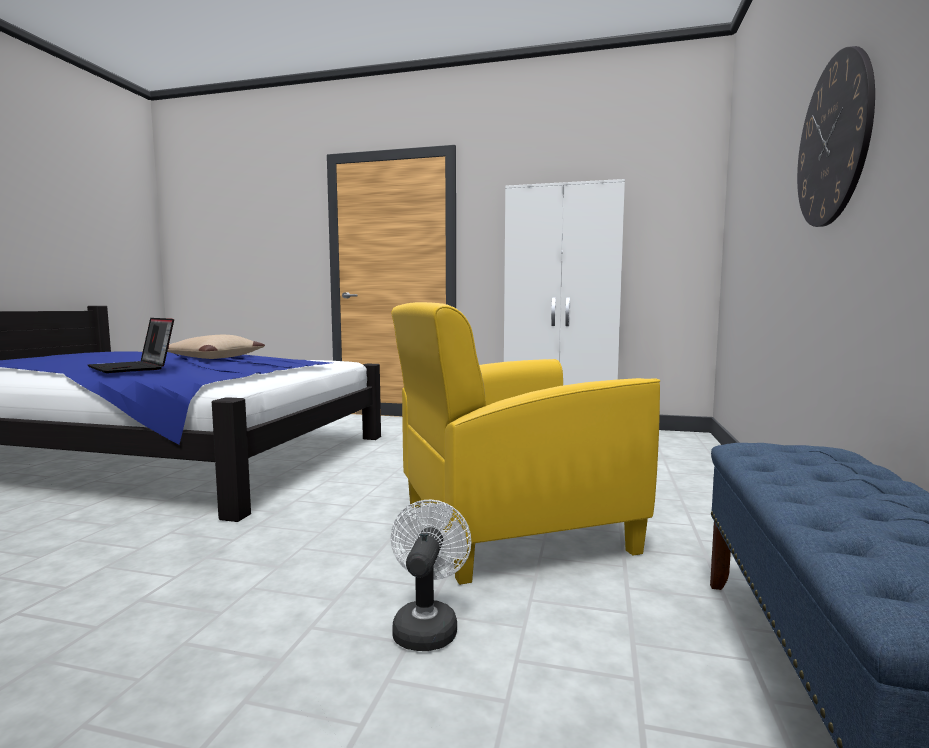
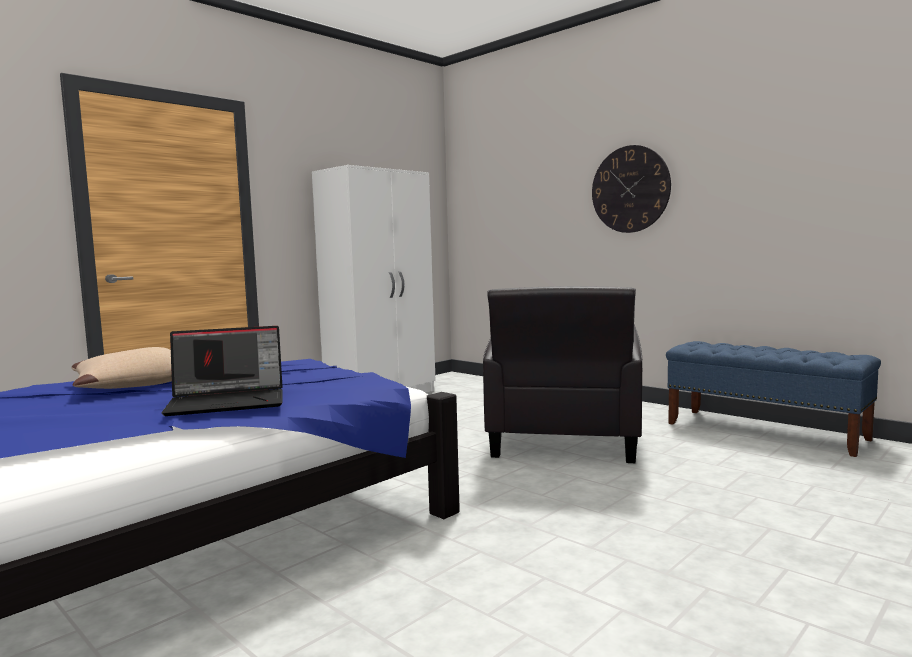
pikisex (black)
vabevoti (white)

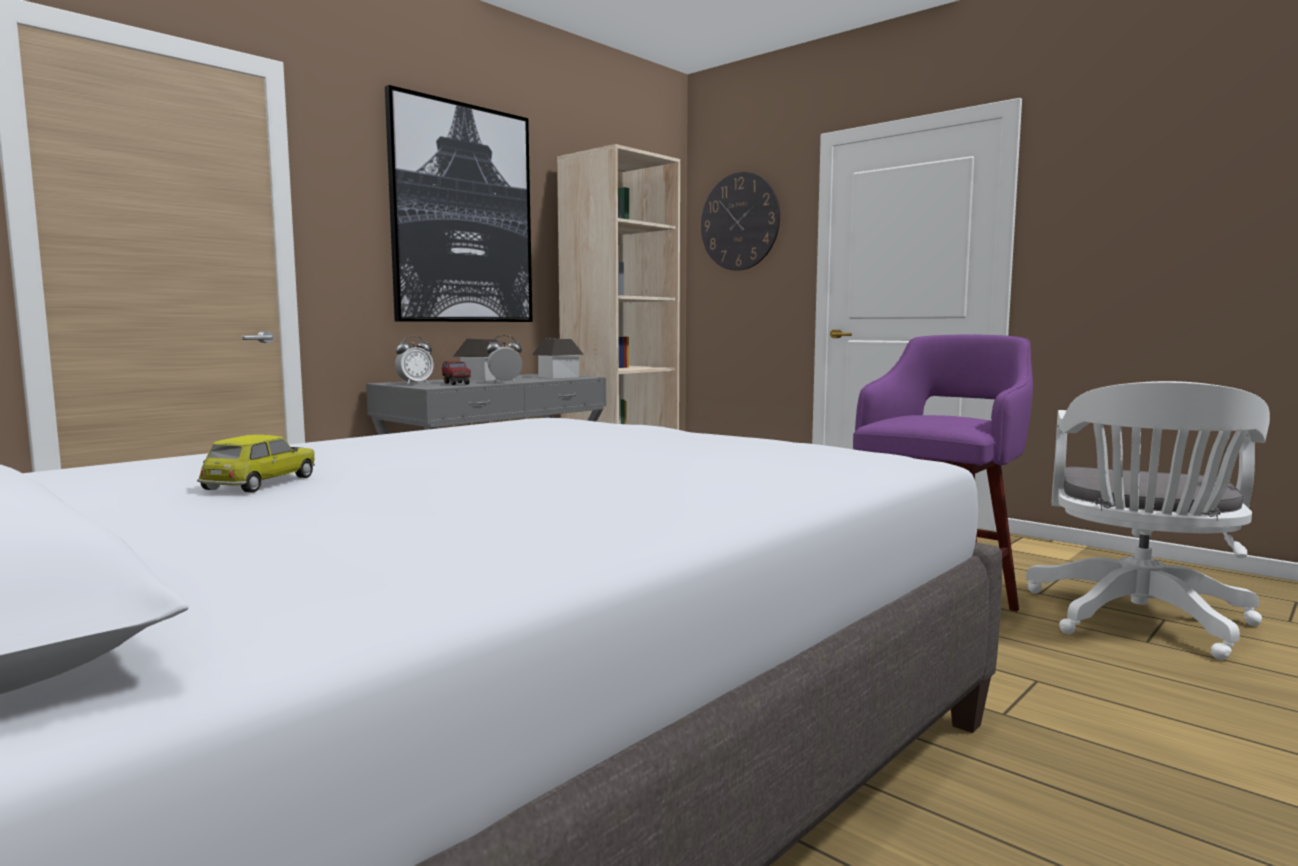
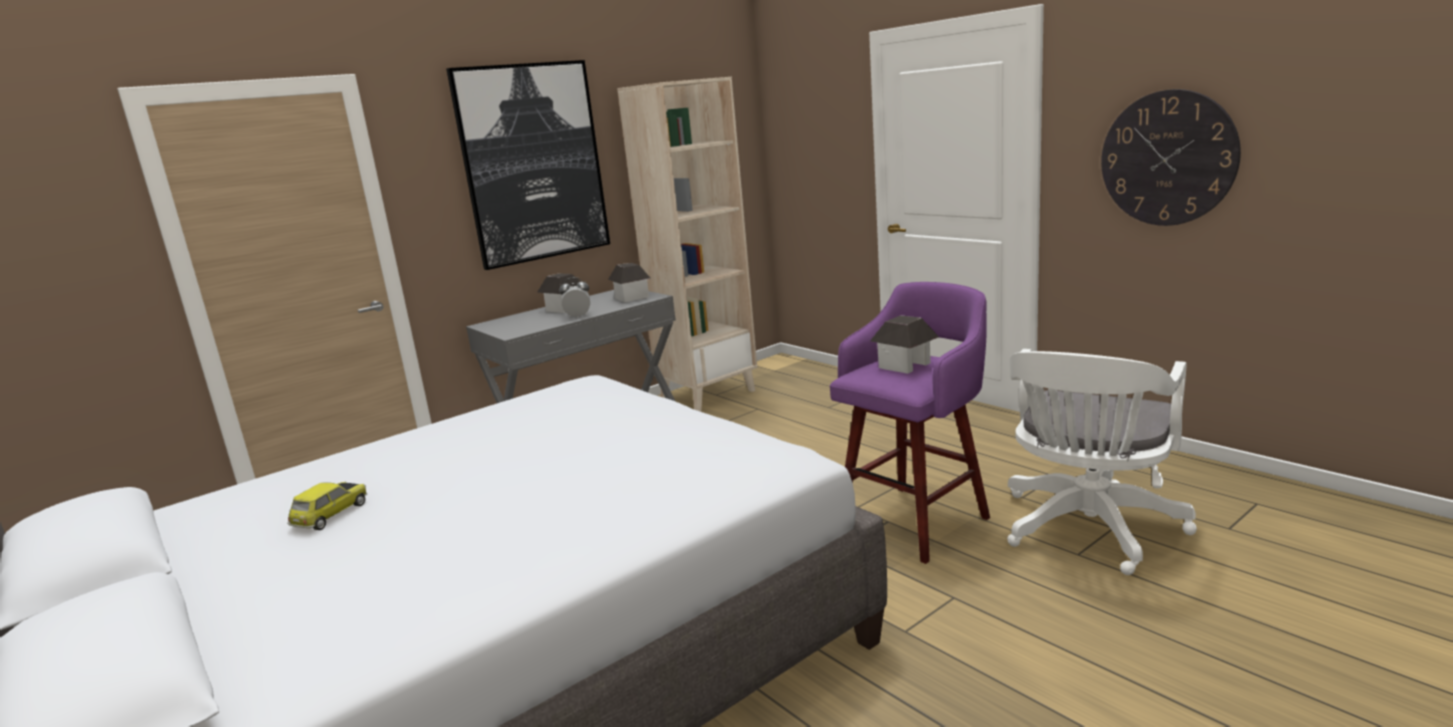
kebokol
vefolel (1st from left in the first image)
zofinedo
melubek (3rd from left)

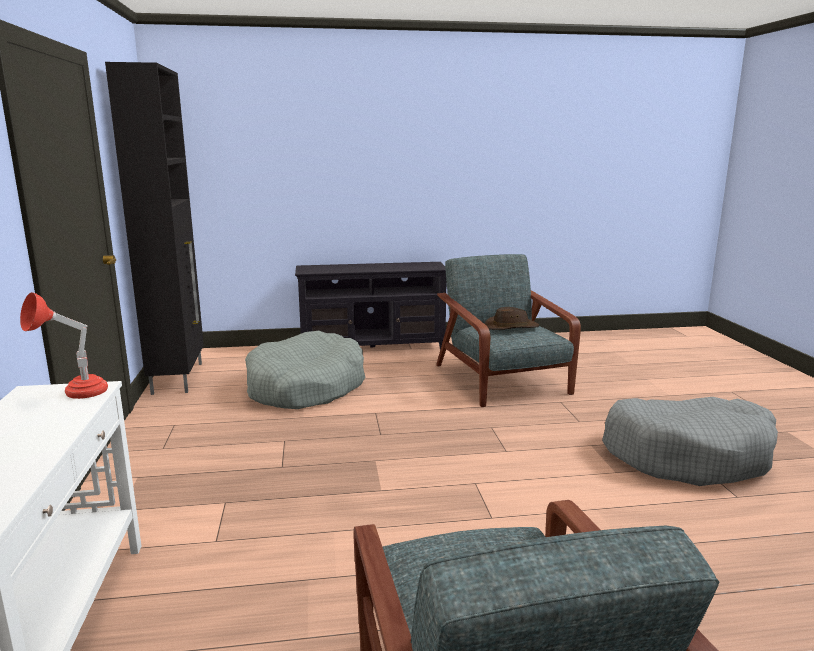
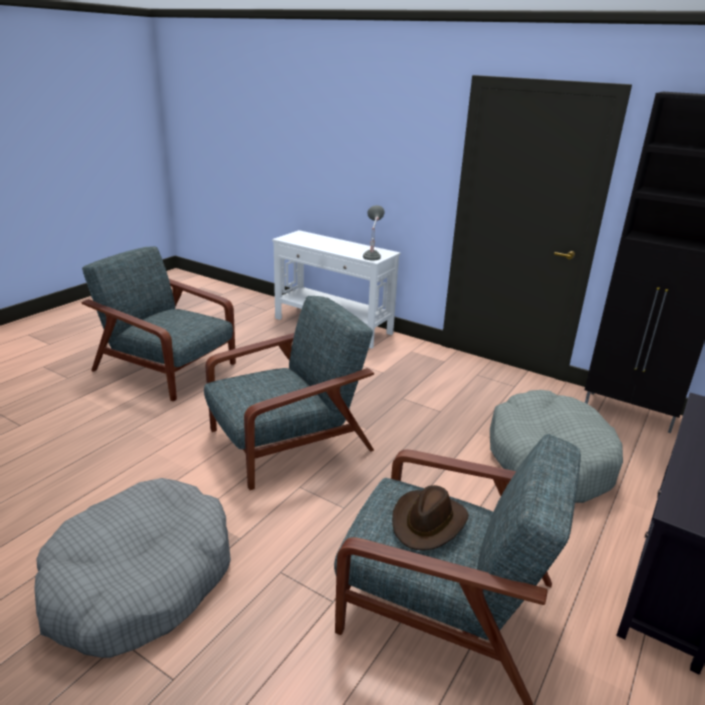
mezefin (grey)
pikisex (grey) (2nd from left)

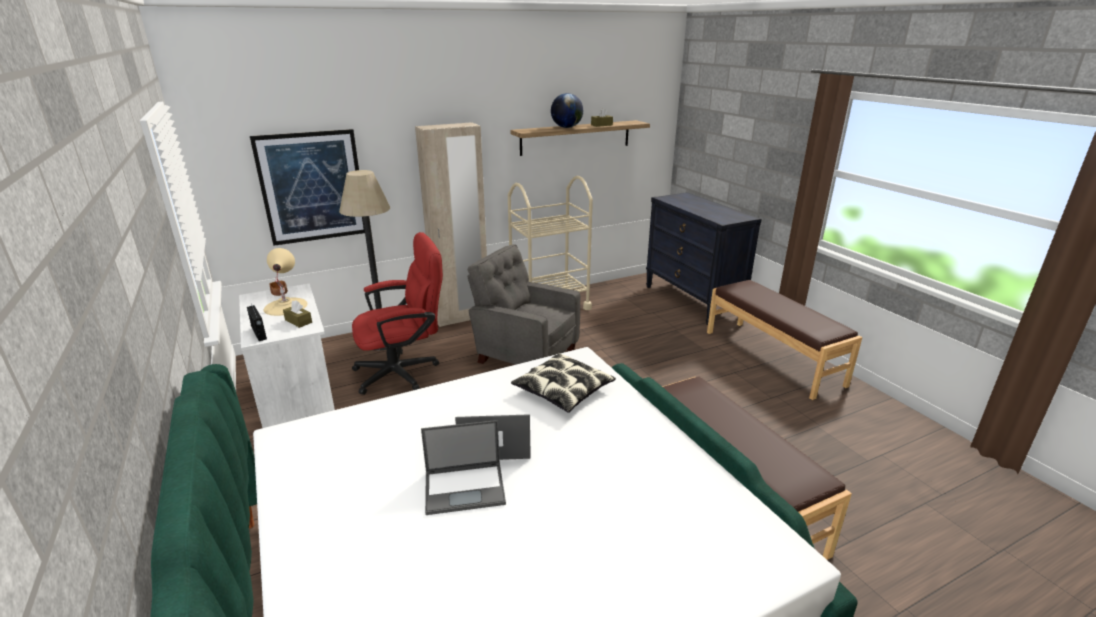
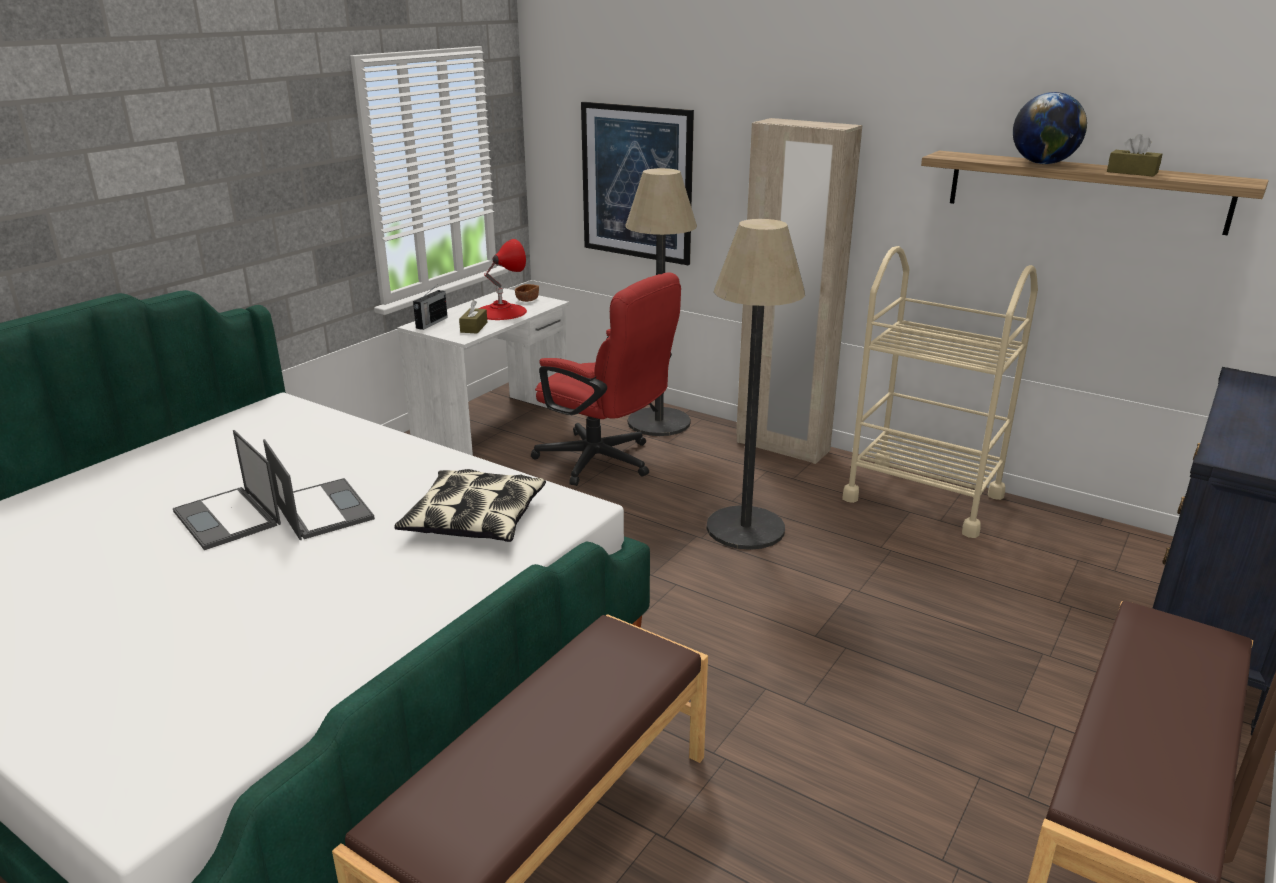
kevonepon (2nd from left)
mezefin (red)

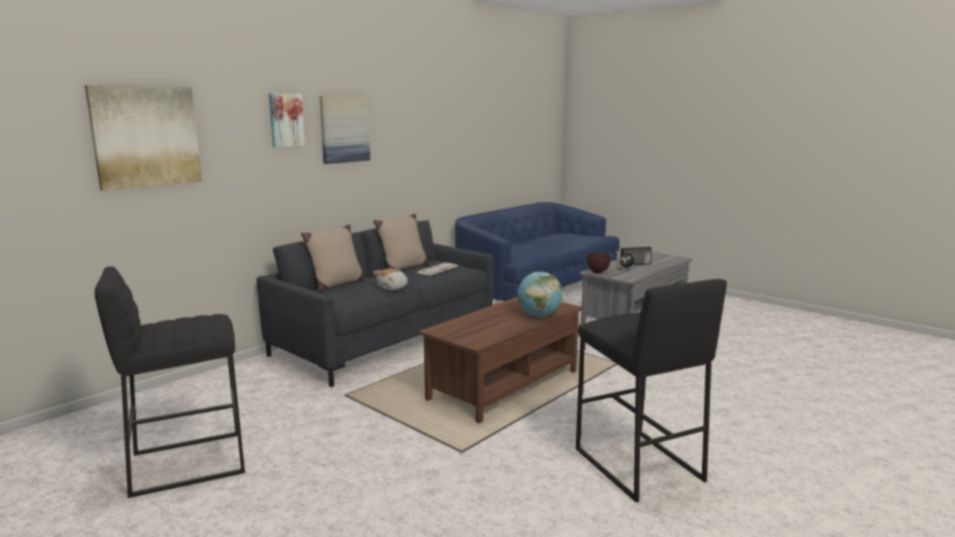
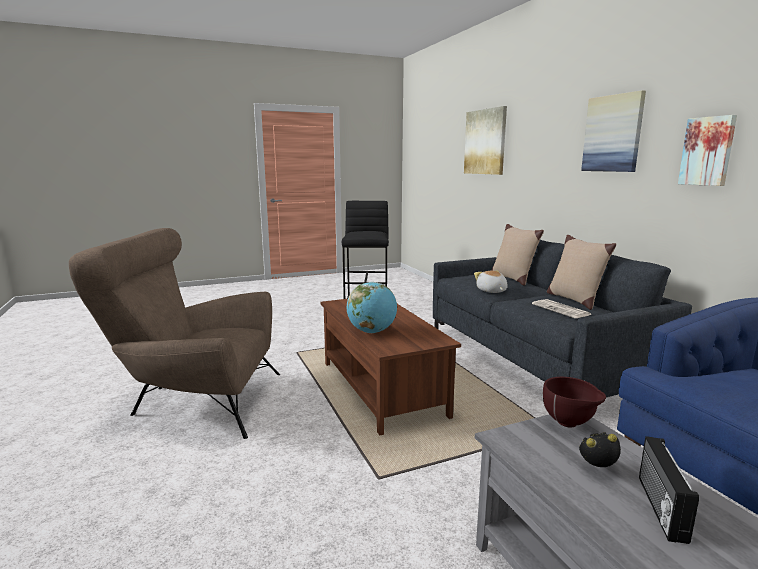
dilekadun (3rd from left)
pikisex (brown)

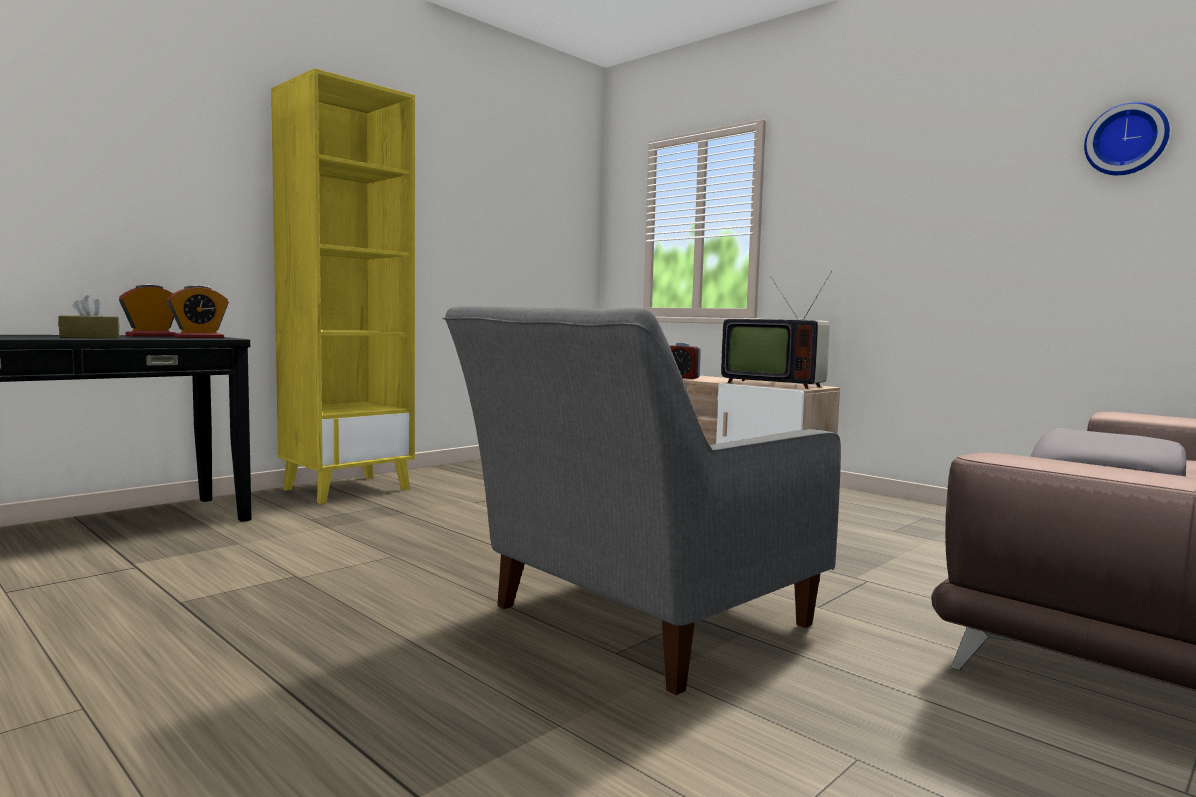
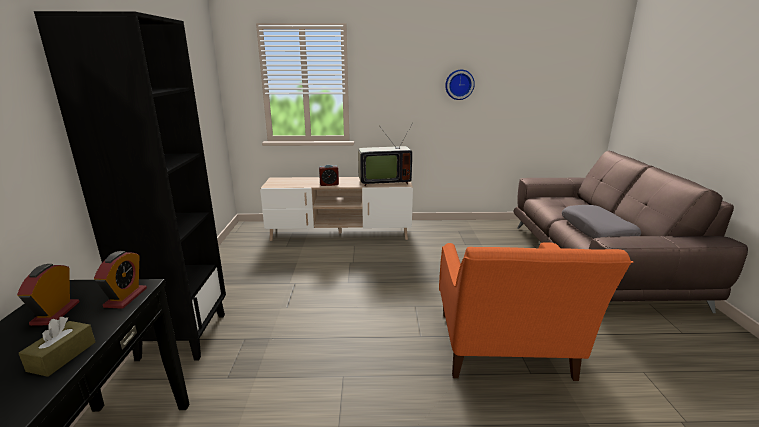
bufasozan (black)
kebokol
pikisex (orange)

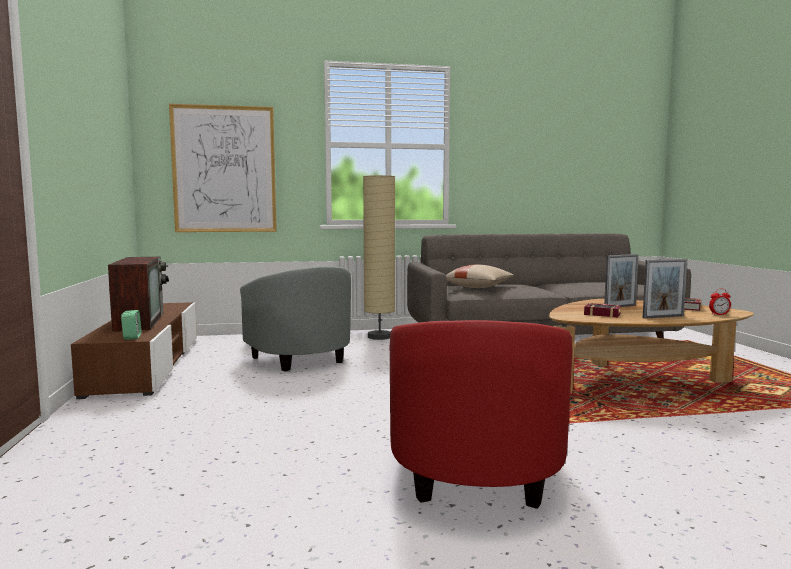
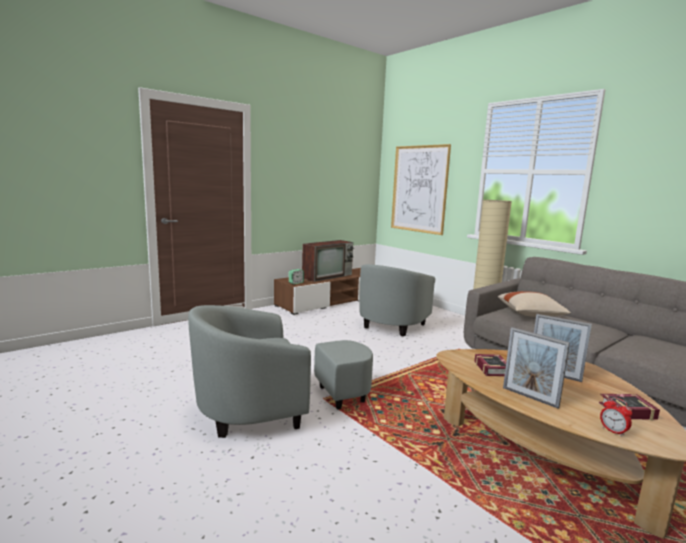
pikisex (grey) (1st from left)

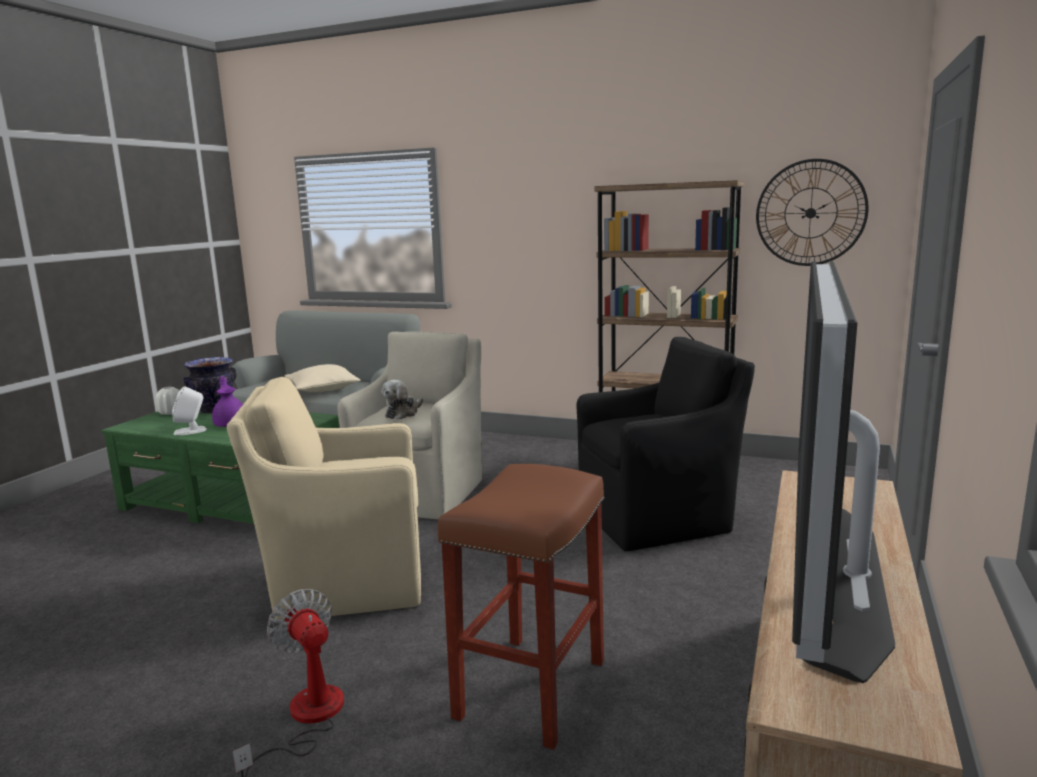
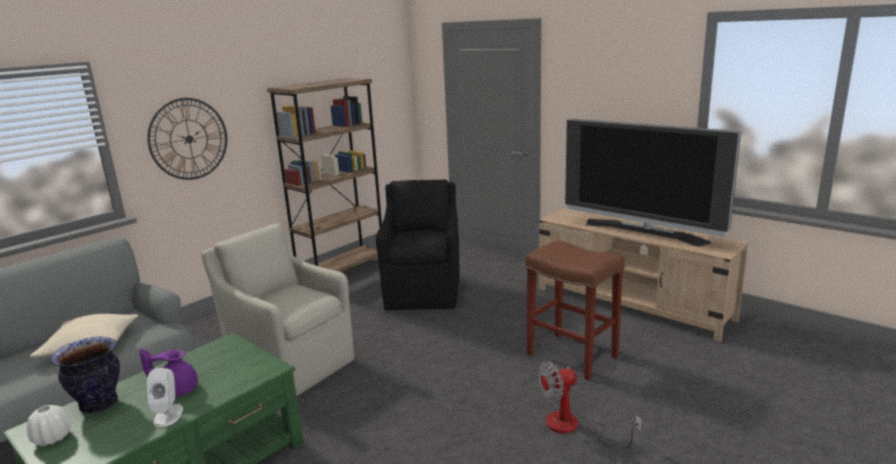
kebokol
pikisex (beige) (1st from left in the first image)
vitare

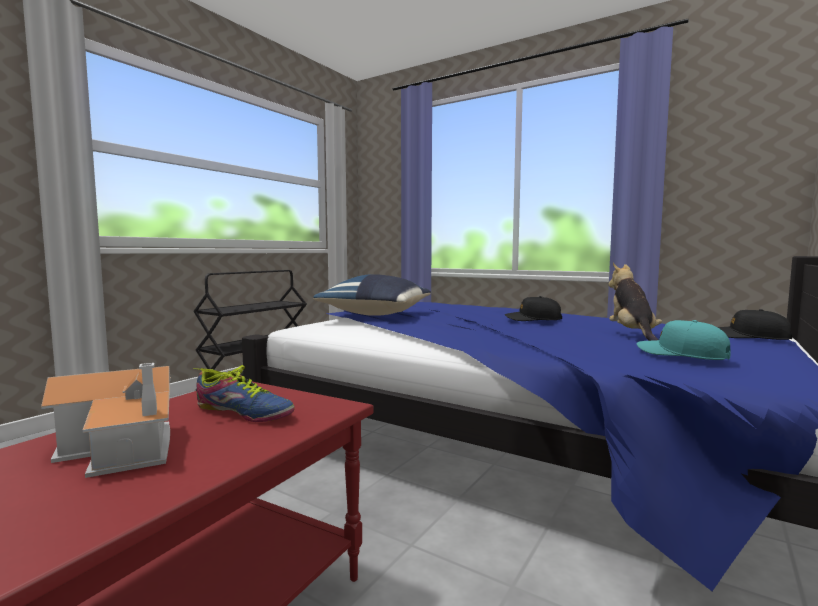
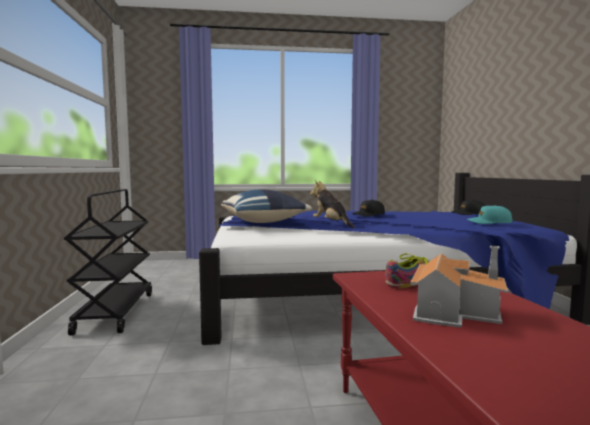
vitare

